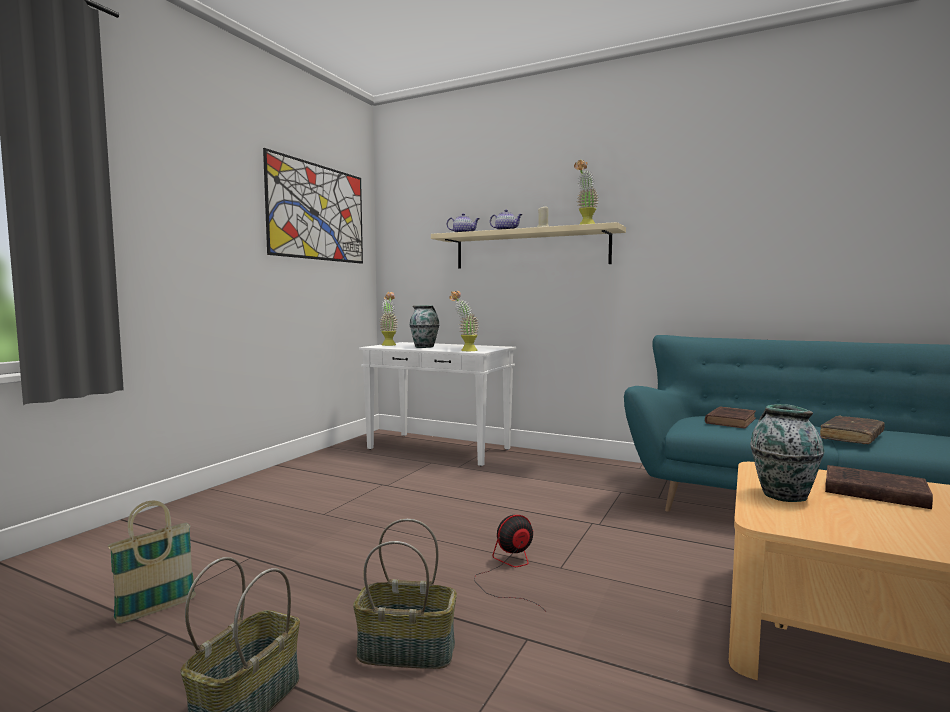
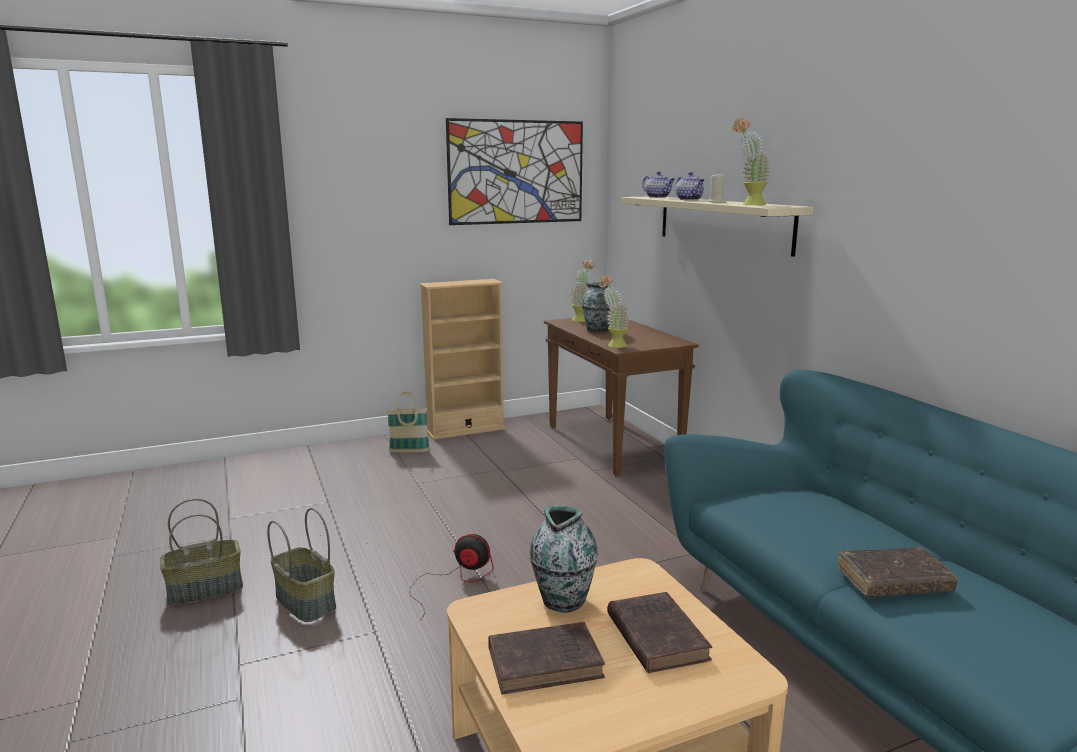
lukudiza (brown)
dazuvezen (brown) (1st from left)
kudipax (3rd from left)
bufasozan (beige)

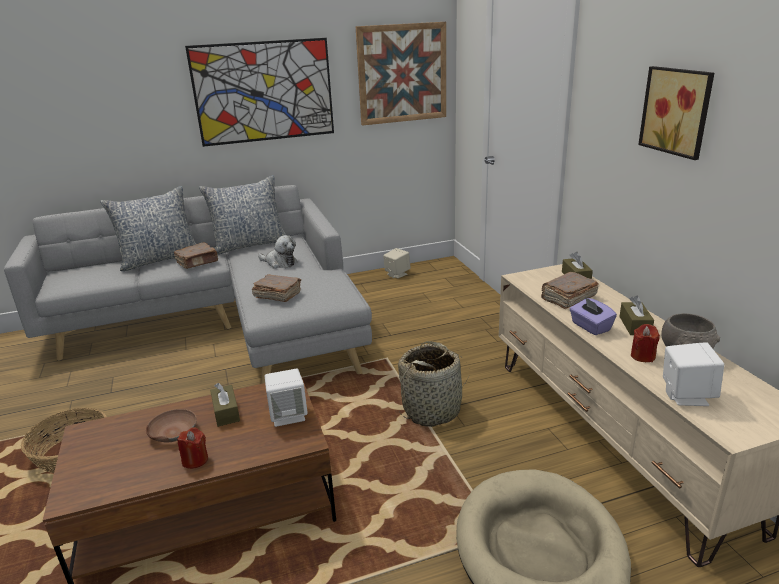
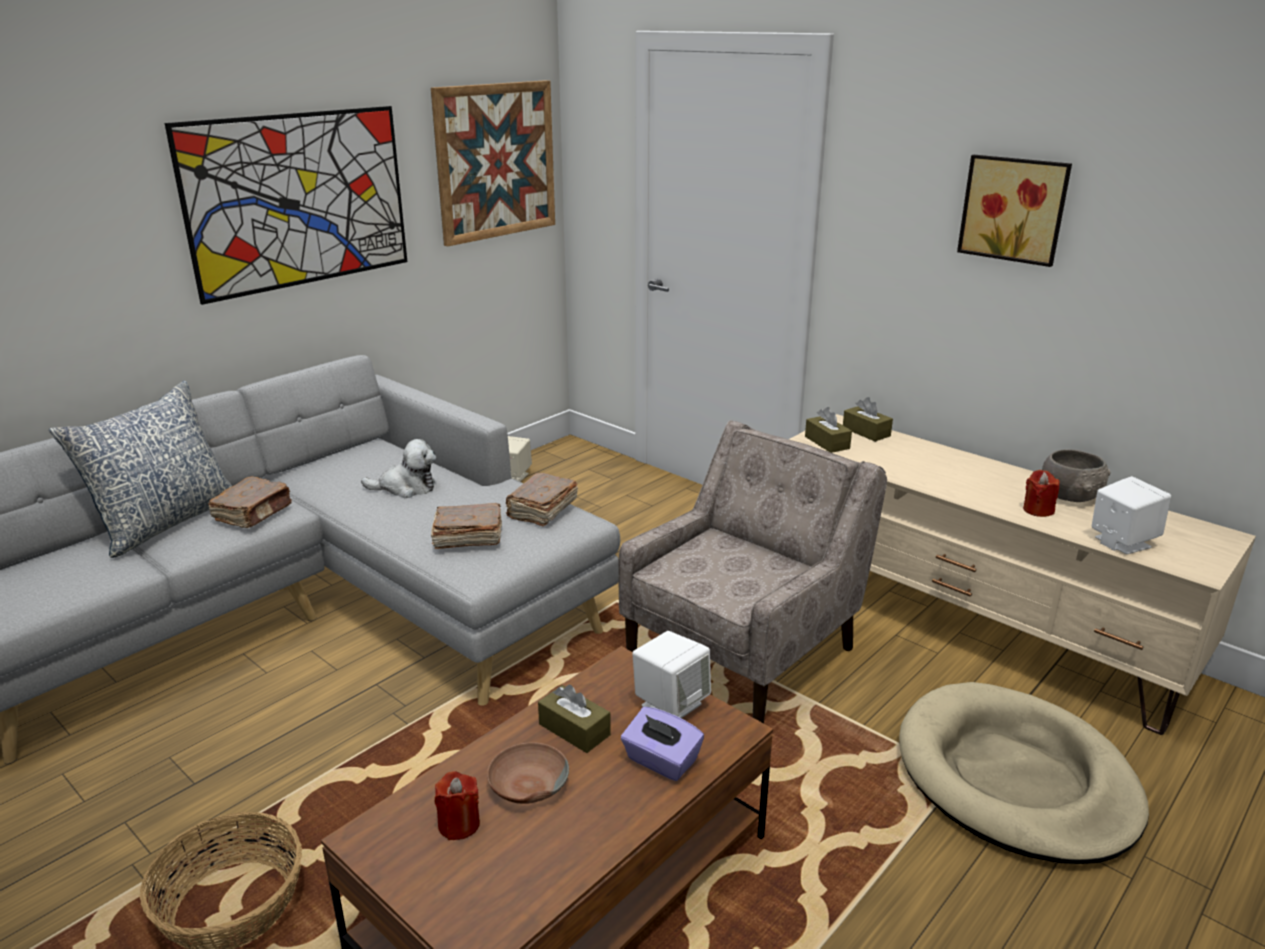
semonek (2nd from left in the first image)
dazuvezen (brown) (3rd from left)
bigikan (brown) (2nd from left)
bigikan (purple)
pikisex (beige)
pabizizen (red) (1st from left)

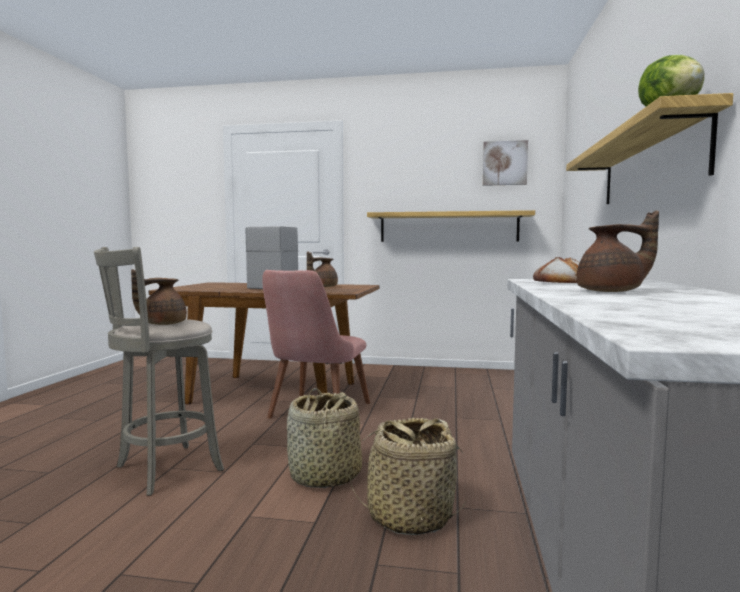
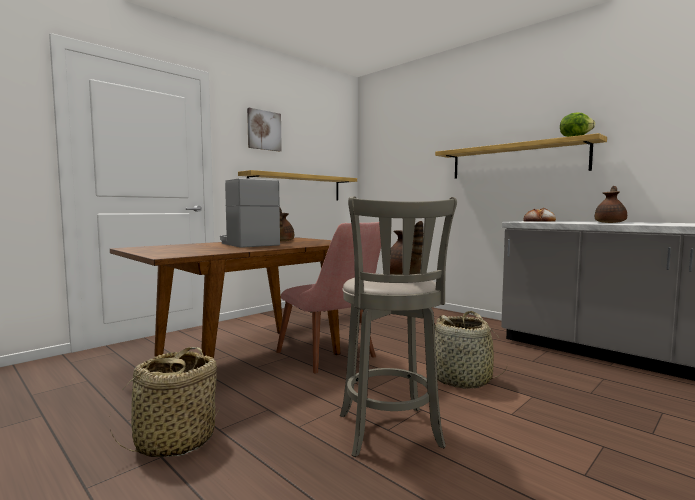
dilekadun
kudipax (1st from left)

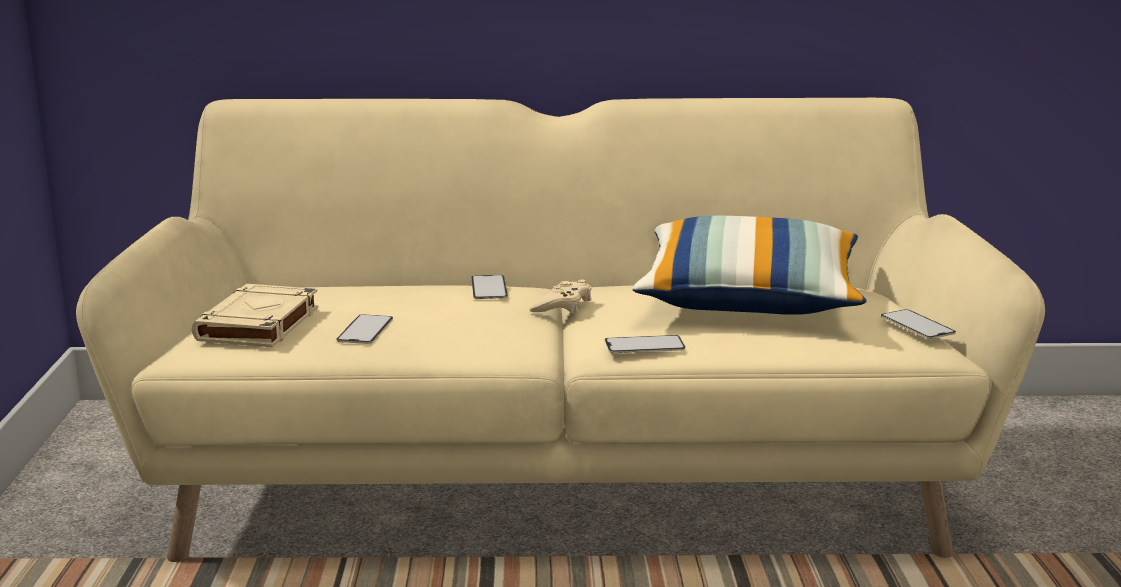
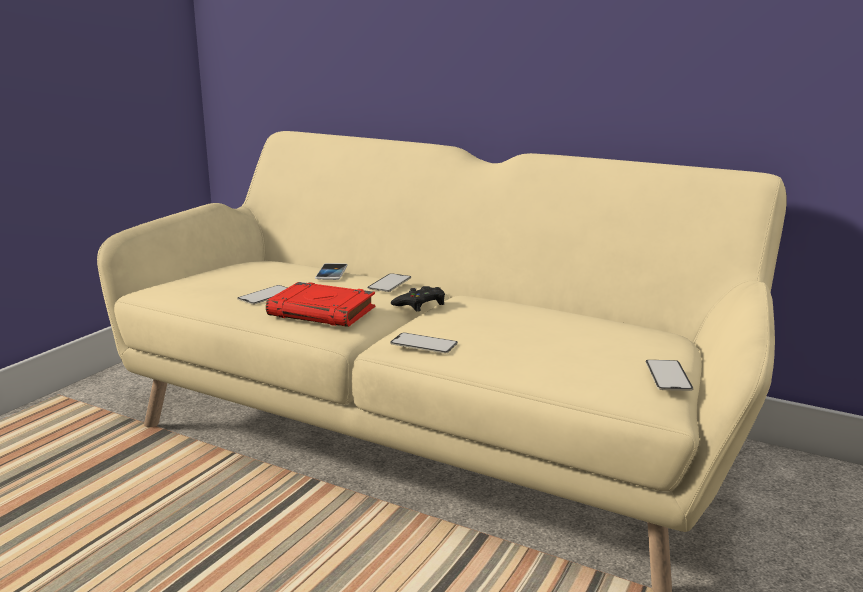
semonek
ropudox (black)
dazuvezen (beige)
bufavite (2nd from left)
dazuvezen (red)

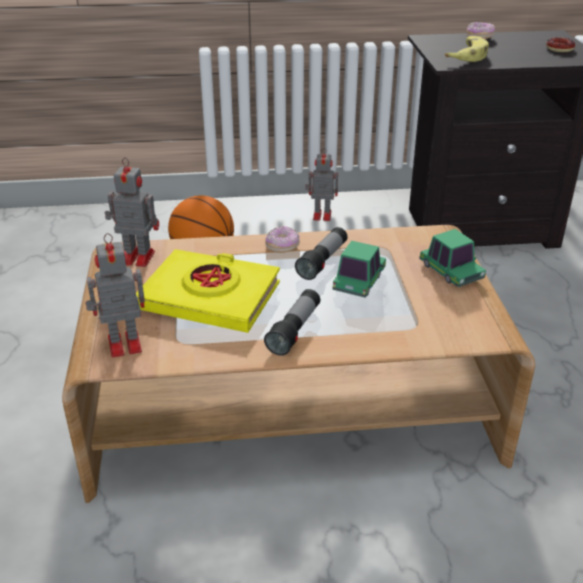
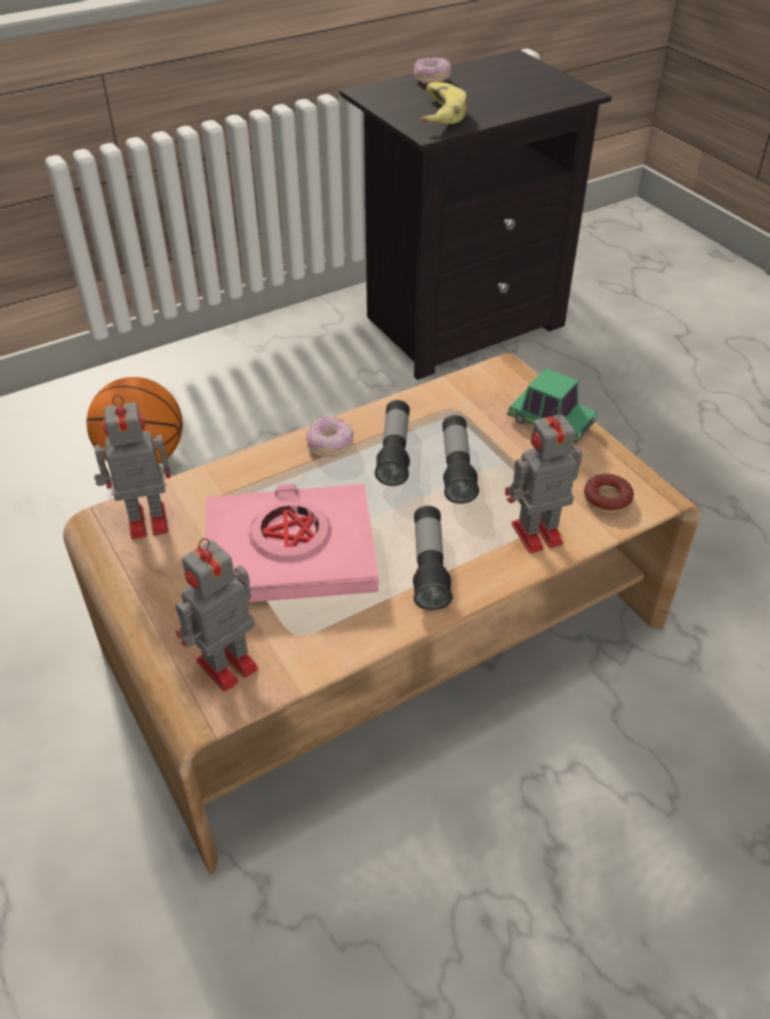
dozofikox (3rd from left)
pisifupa (3rd from left)
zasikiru (3rd from left)
dazuvezen (pink)

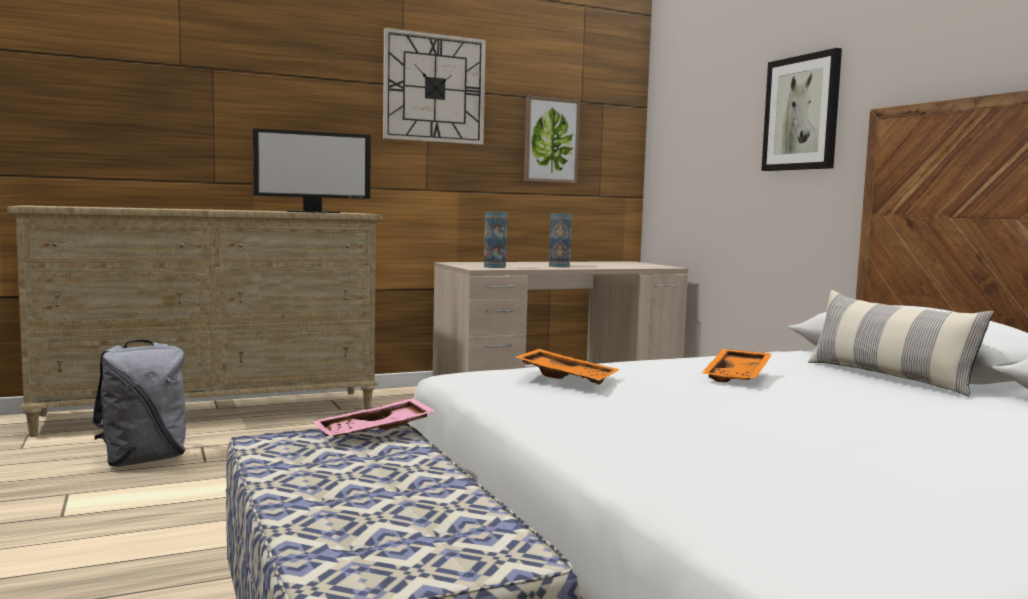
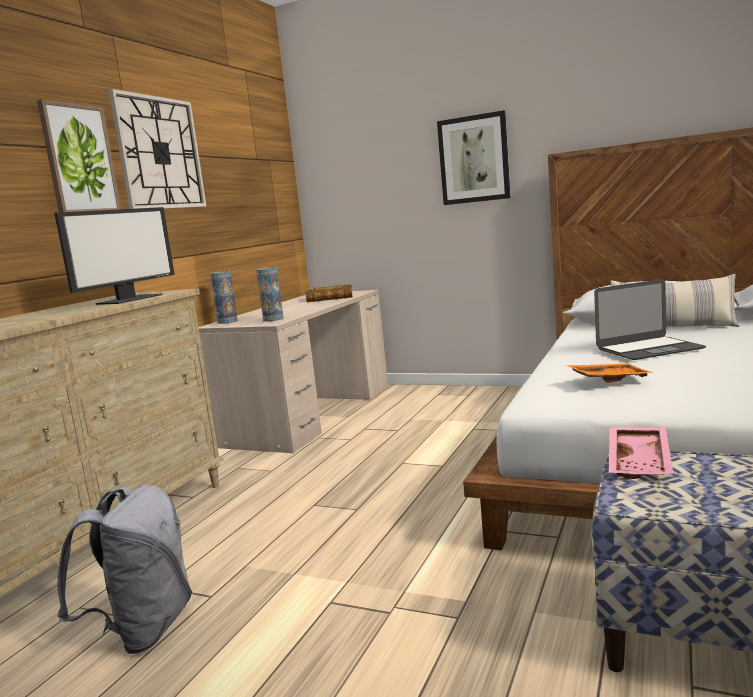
dilekadun (1st from left)
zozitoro (1st from left)
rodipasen
dazuvezen

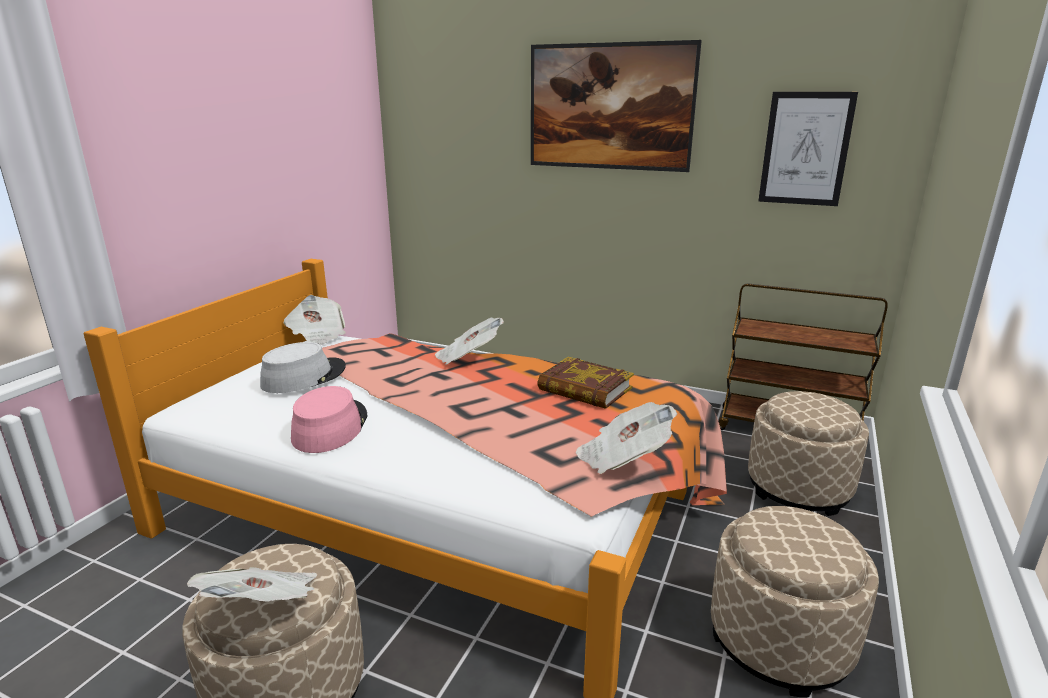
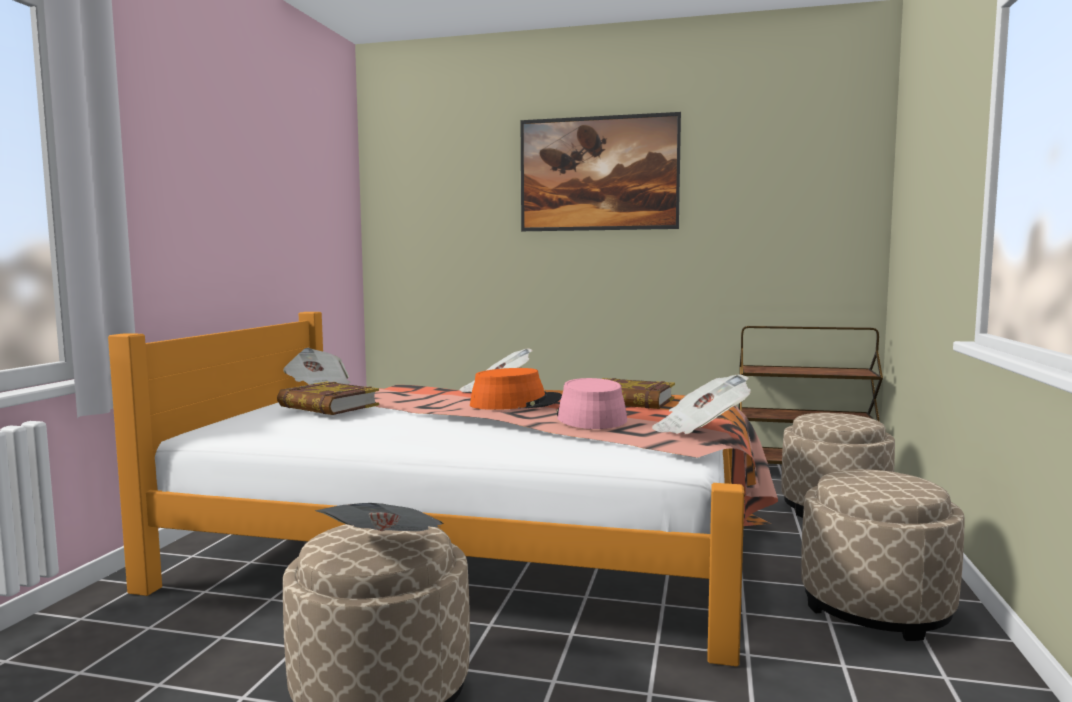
dilekadun (2nd from left in the first image)
dazuvezen (1st from left)
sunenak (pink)
sunenak (orange)

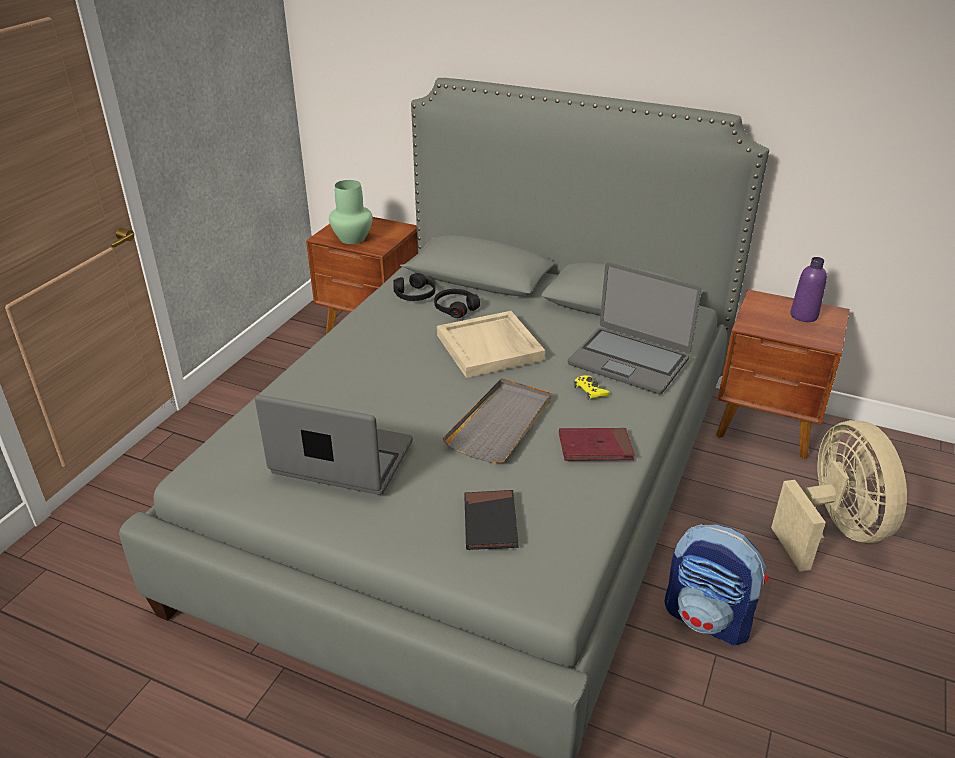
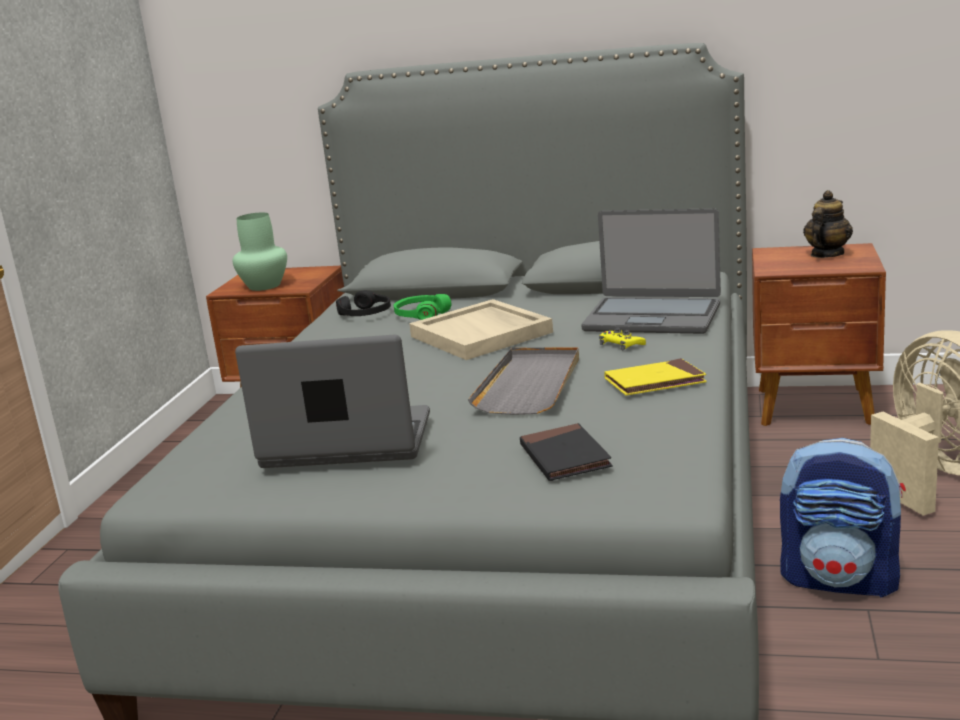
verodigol
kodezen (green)
dazuvezen (yellow)

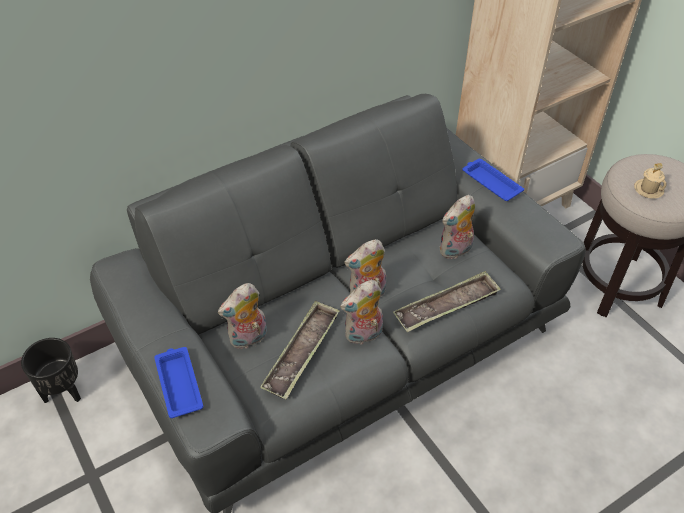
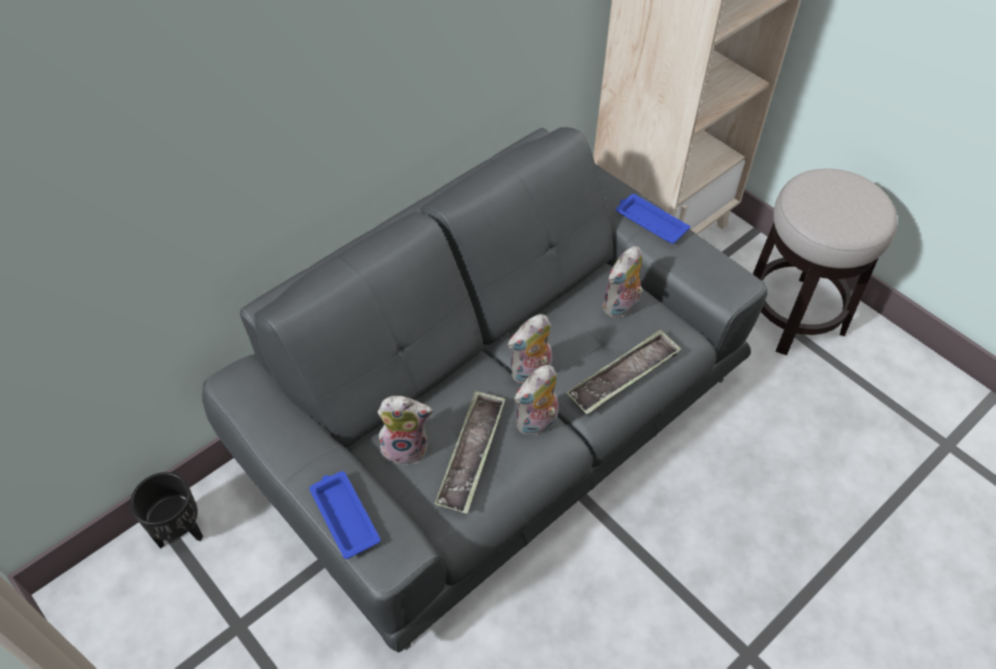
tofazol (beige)
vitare (1st from left)

